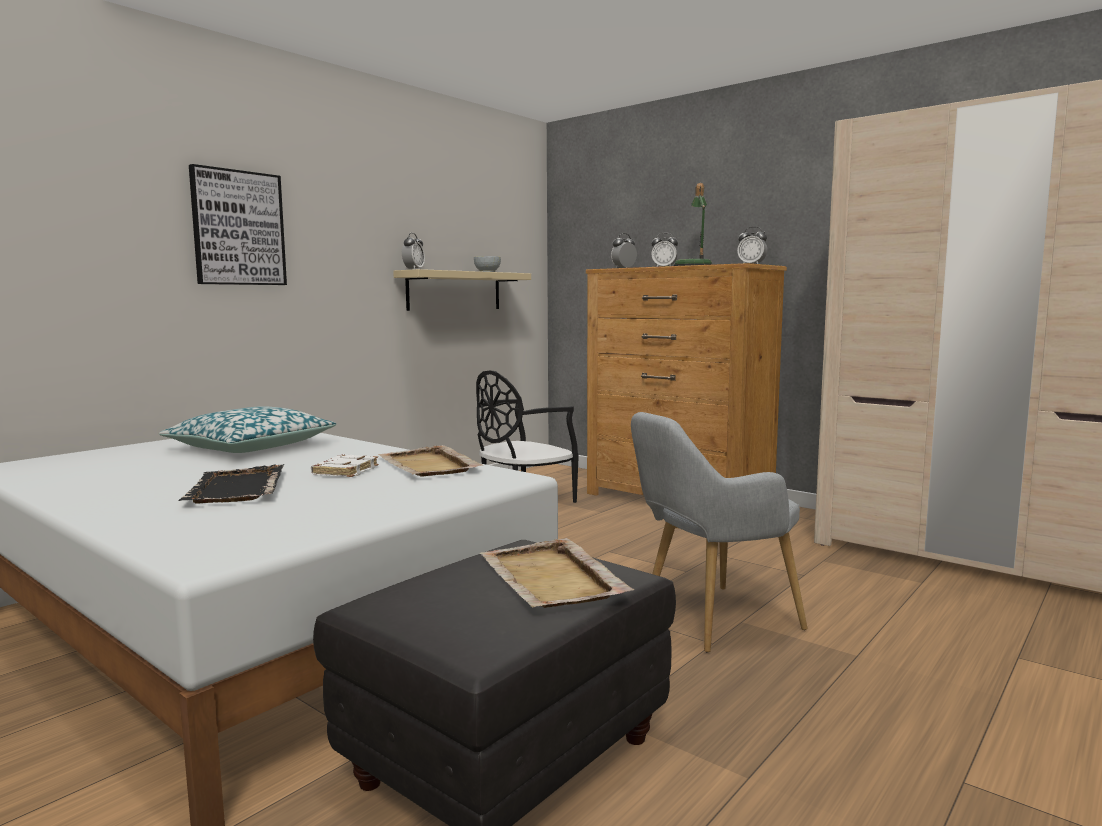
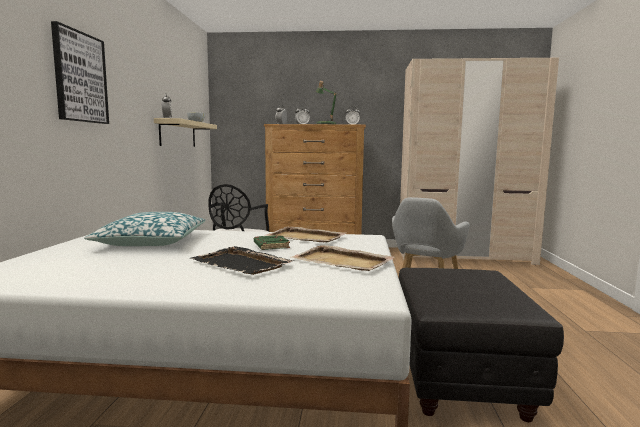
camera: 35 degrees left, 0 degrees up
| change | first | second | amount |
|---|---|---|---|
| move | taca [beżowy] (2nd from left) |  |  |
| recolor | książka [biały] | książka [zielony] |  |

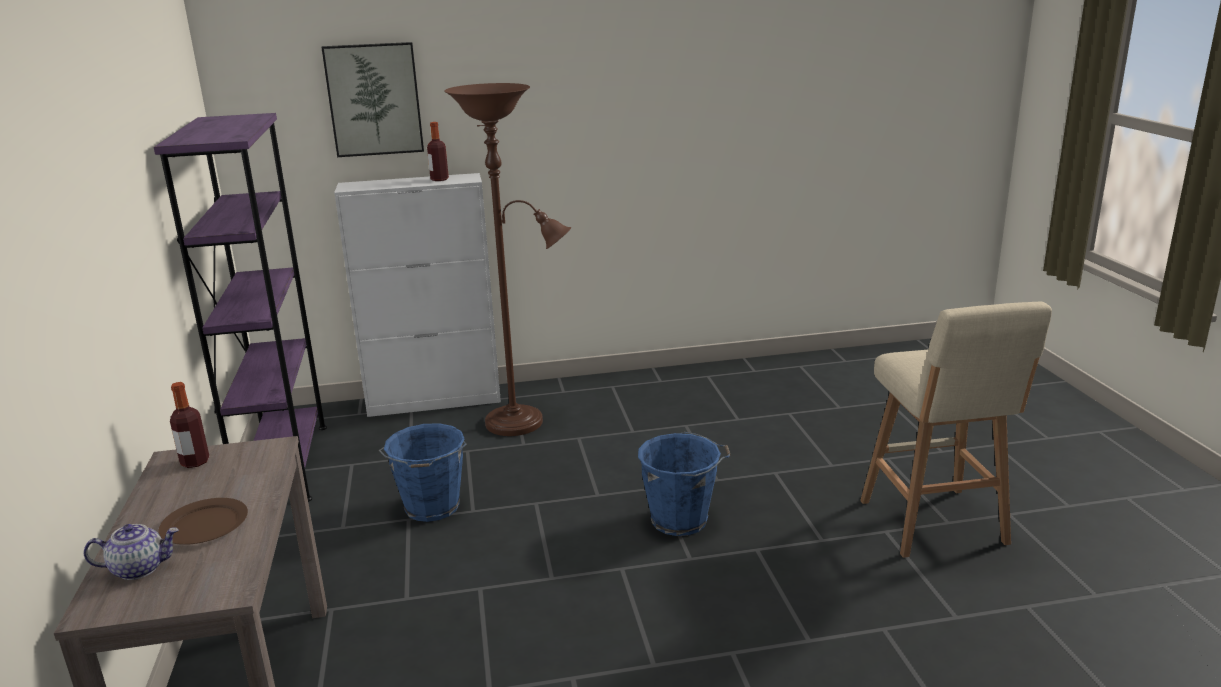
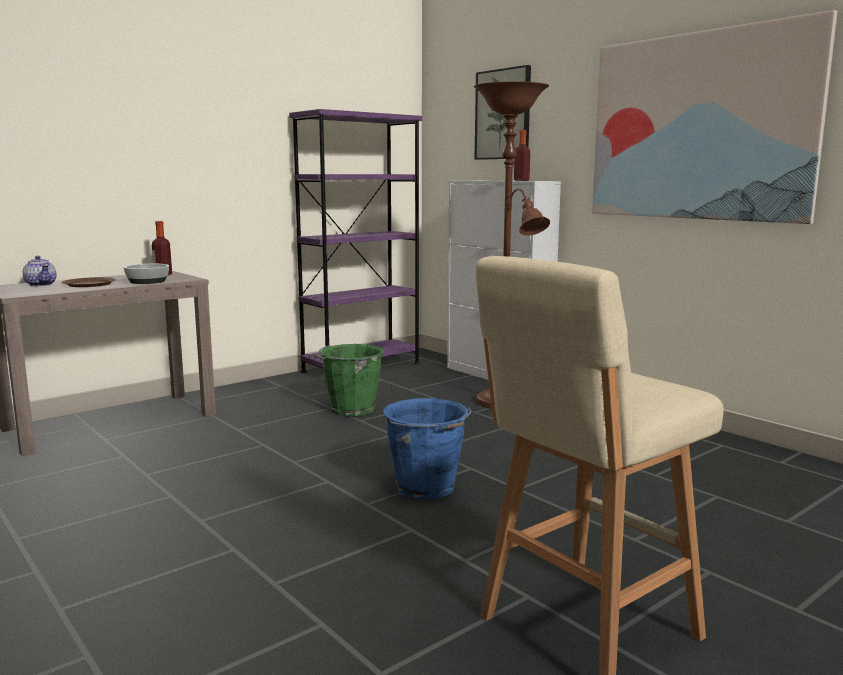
camera: 60 degrees right, 10 degrees down
| change | first | second | amount |
|---|---|---|---|
| insert |  | miska |  |
| insert |  | obraz (2nd from left) |  |
| recolor | wiadro [niebieski] (1st from left) | wiadro [zielony] |  |

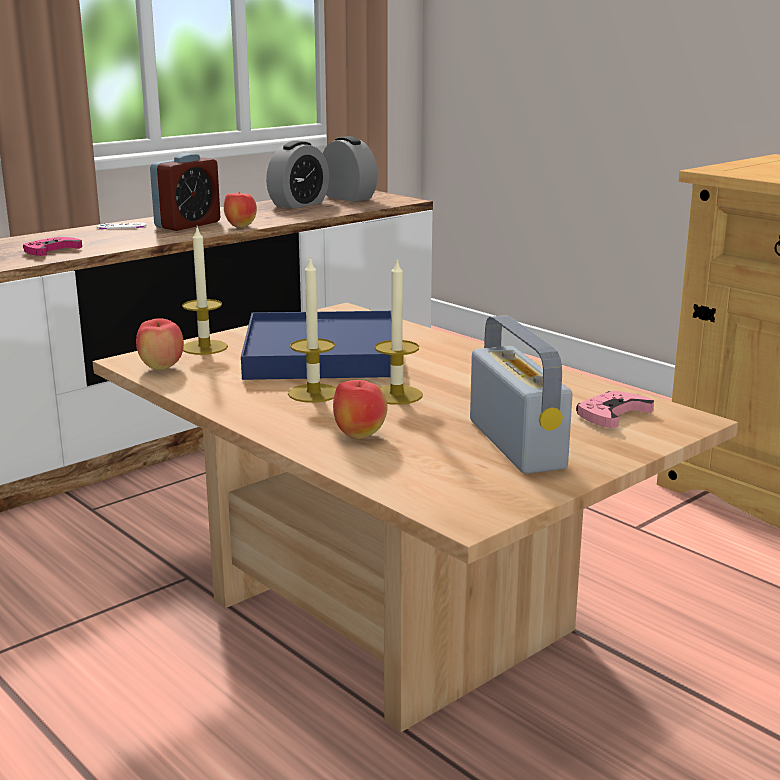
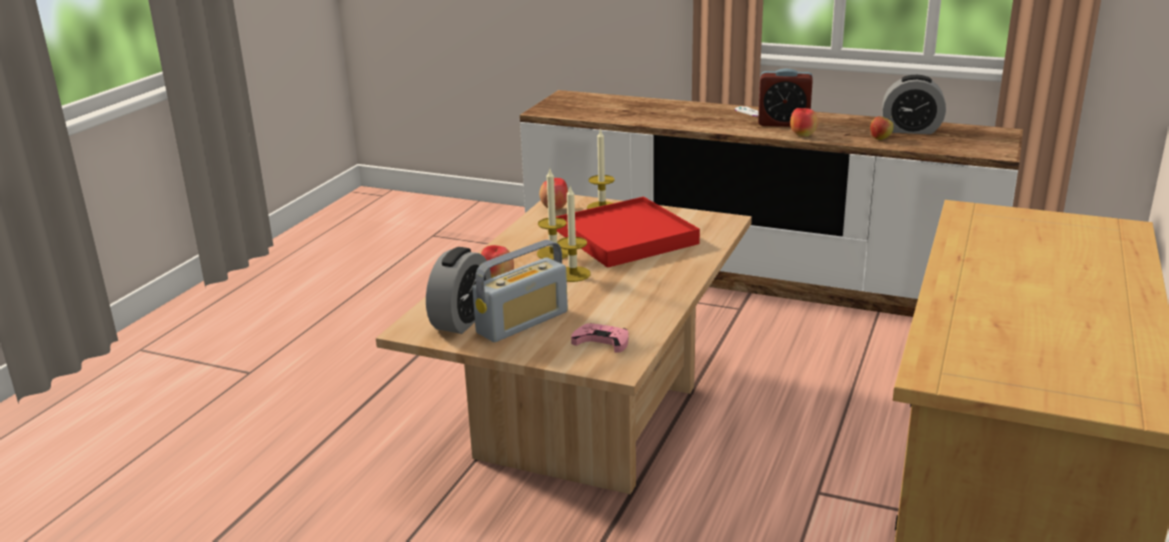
camera: 65 degrees right, 5 degrees up
| change | first | second | amount |
|---|---|---|---|
| delete | pad do gier [różowy] (1st from left) |  |  |
| insert |  | jabłko (4th from left) |  |
| move | budzik (3rd from left in the first image) | budzik (1st from left) |  |
| recolor | taca [niebieski] | taca [czerwony] |  |

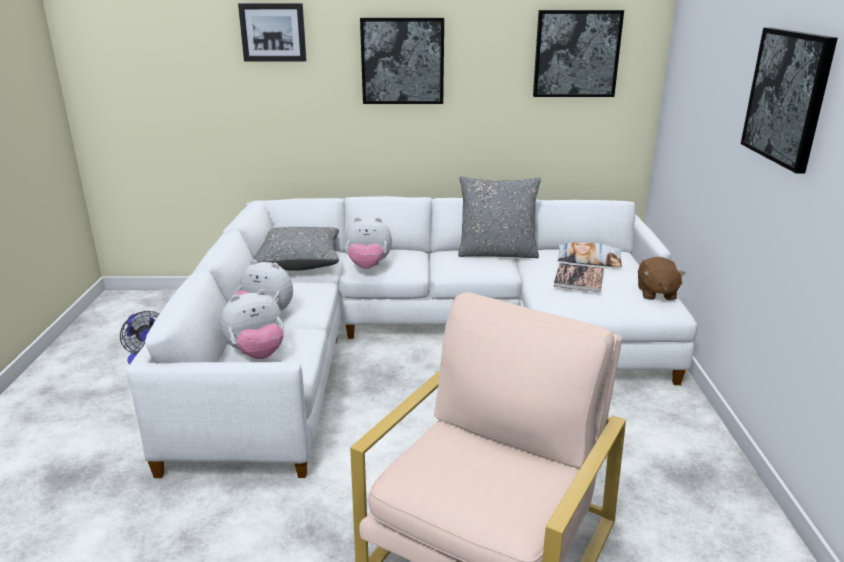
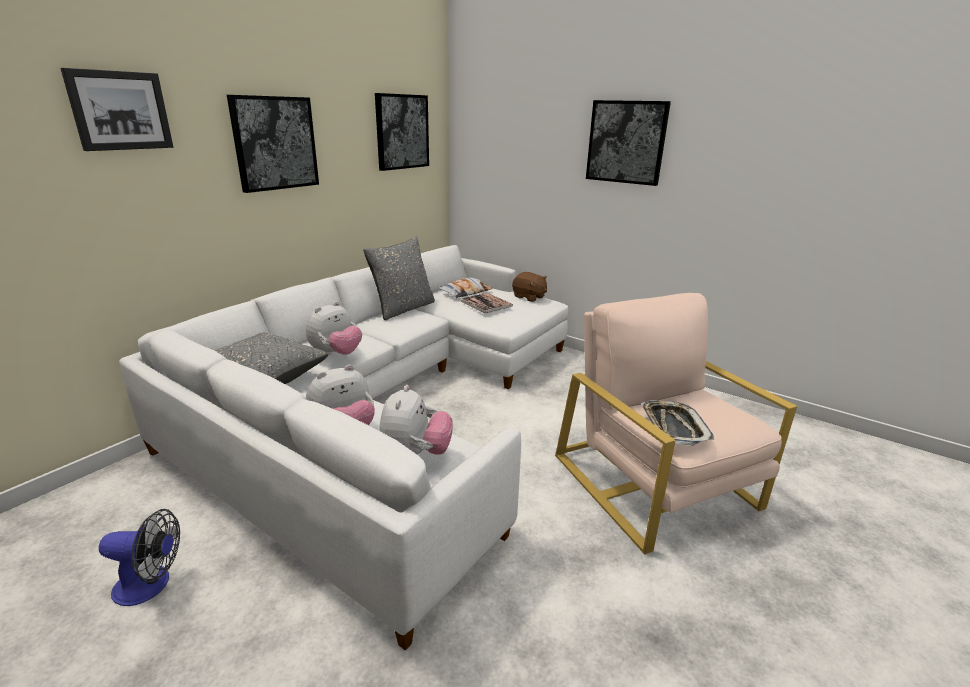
camera: 55 degrees left, 0 degrees up
| change | first | second | amount |
|---|---|---|---|
| insert |  | taca |  |

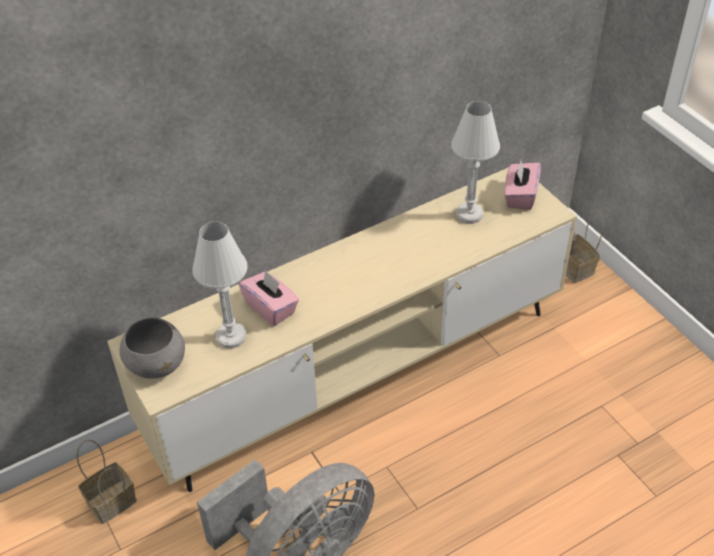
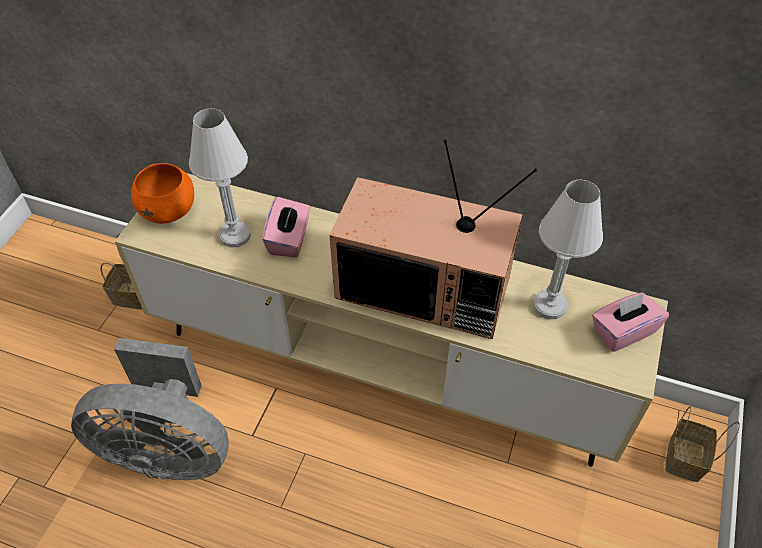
camera: 50 degrees right, 5 degrees up
| change | first | second | amount |
|---|---|---|---|
| insert |  | telewizor |  |
| recolor | miska [szary] | miska [pomarańczowy] |  |

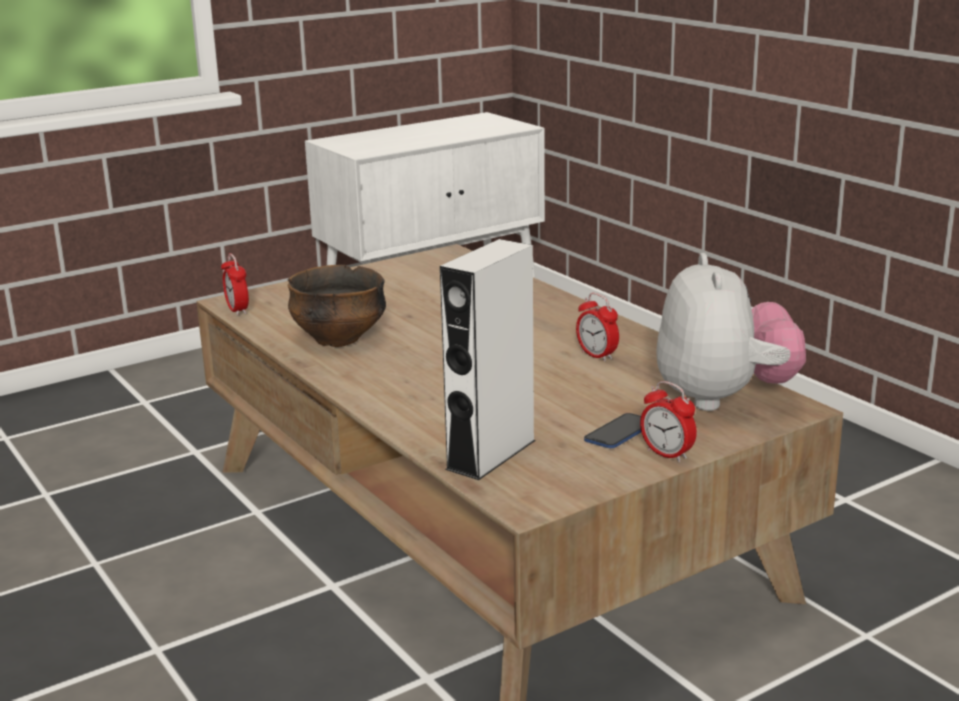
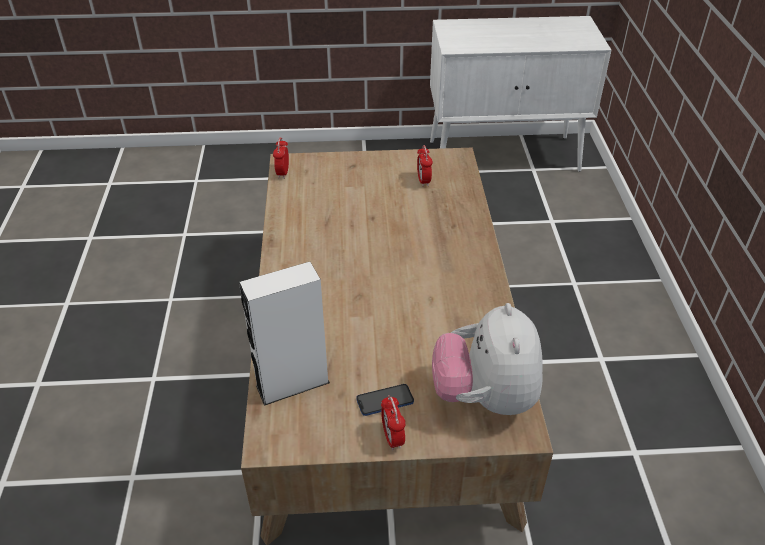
camera: 30 degrees right, 20 degrees up
| change | first | second | amount |
|---|---|---|---|
| delete | miska |  |  |
| move | budzik (2nd from left in the first image) | budzik (3rd from left) |  |
| rotate | pluszak |  | 150 degrees clockwise |

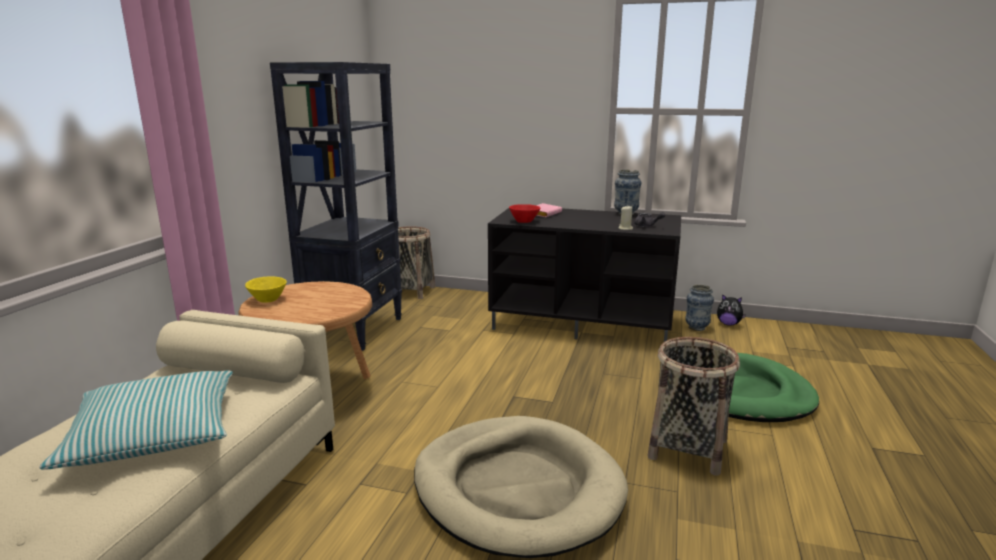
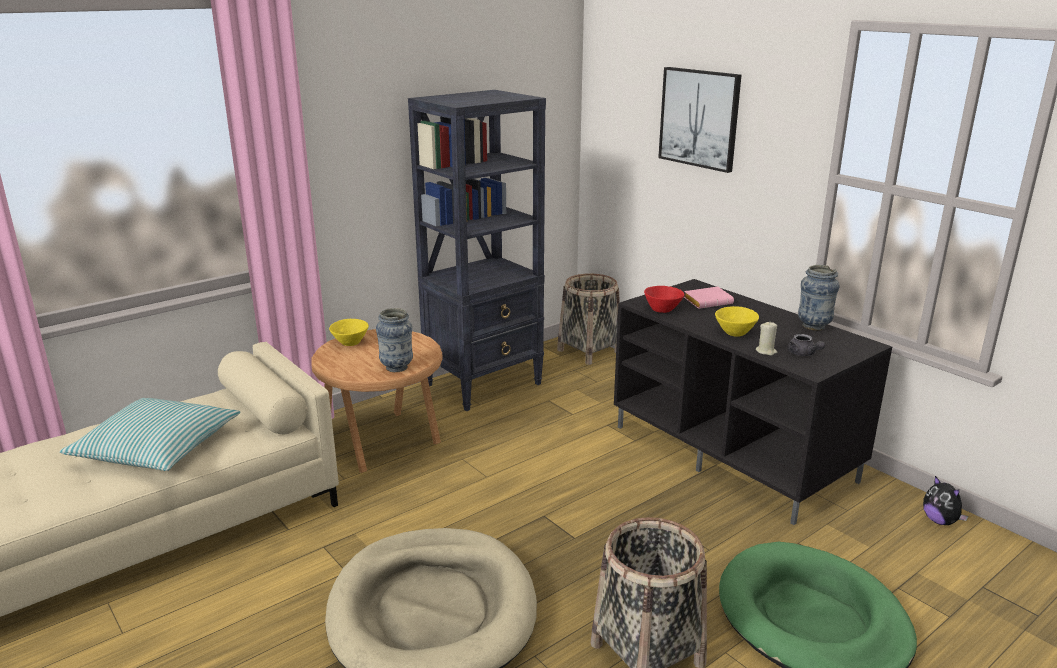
camera: 35 degrees right, 5 degrees up
| change | first | second | amount |
|---|---|---|---|
| insert |  | obraz |  |
| insert |  | miska [żółty] (2nd from left) |  |
| move | wazon (2nd from left in the first image) | wazon (1st from left) |  |

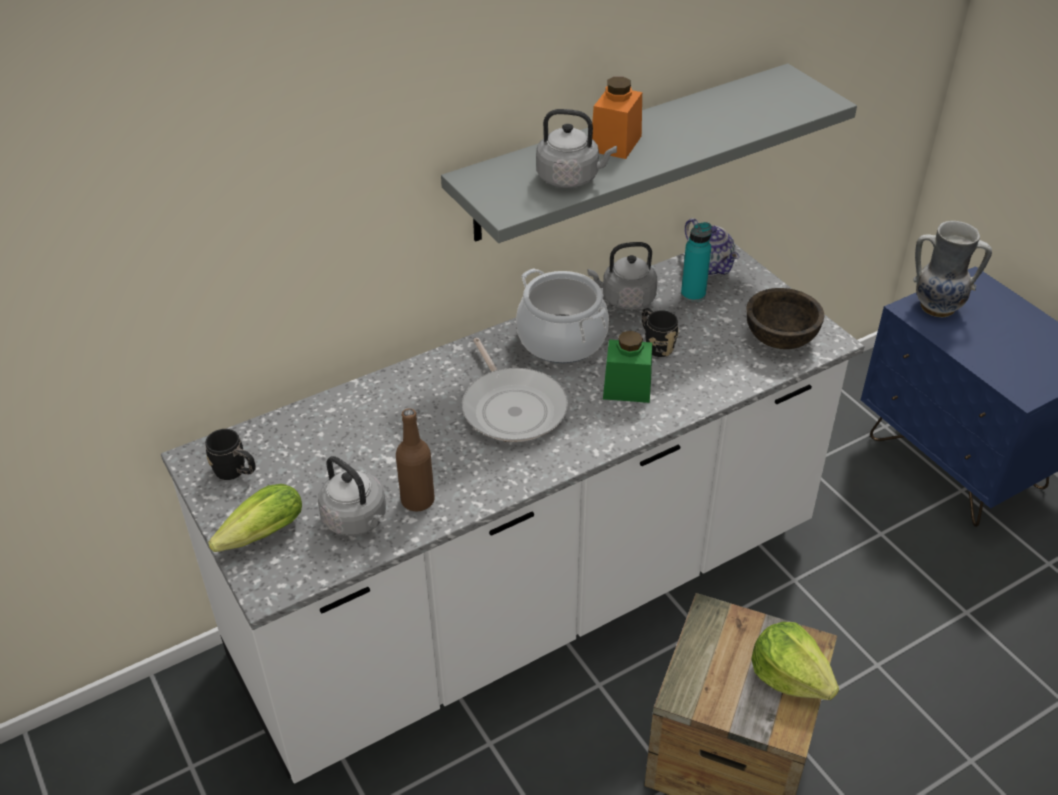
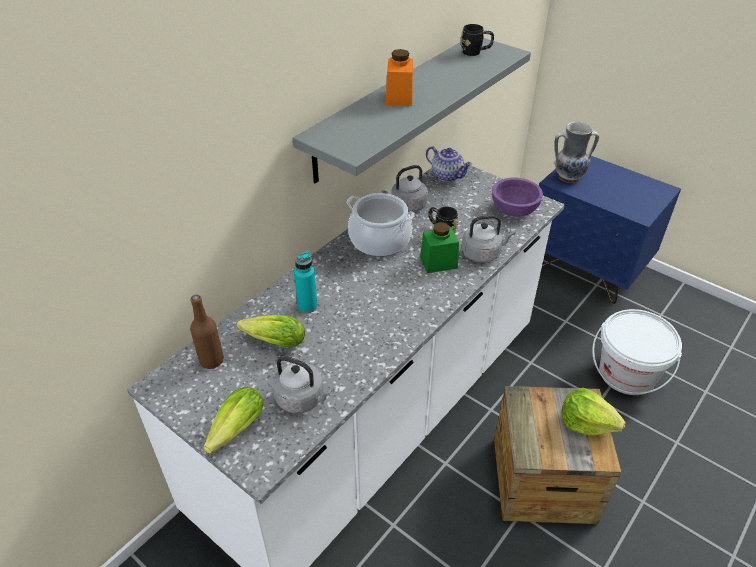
camera: 20 degrees left, 0 degrees up
| change | first | second | amount |
|---|---|---|---|
| delete | patelnia |  |  |
| insert |  | sałata (2nd from left) |  |
| insert |  | wiadro [biały] |  |
| move | kubek [czarny] (1st from left in the first image) | kubek [czarny] (2nd from left) |  |
| move | butelka [brązowy] |  |  |
| move | czajnik [szary] (2nd from left in the first image) | czajnik [szary] (3rd from left) |  |
| move | butelka [turkusowy] |  |  |
| recolor | miska [brązowy] | miska [fioletowy] |  |

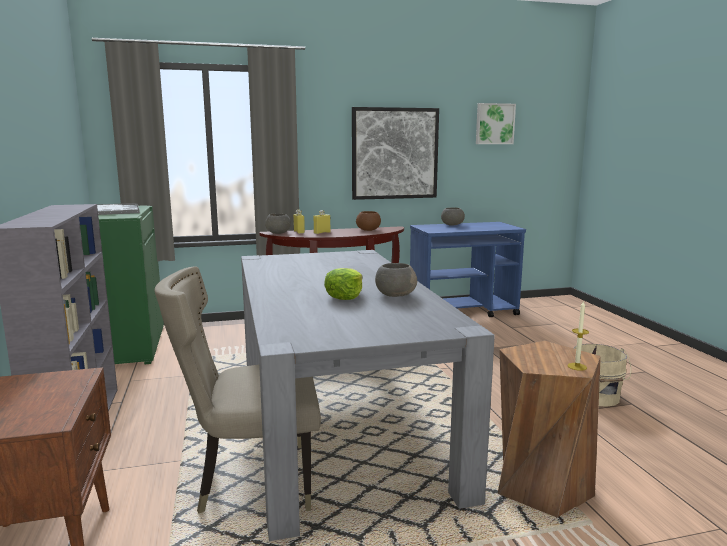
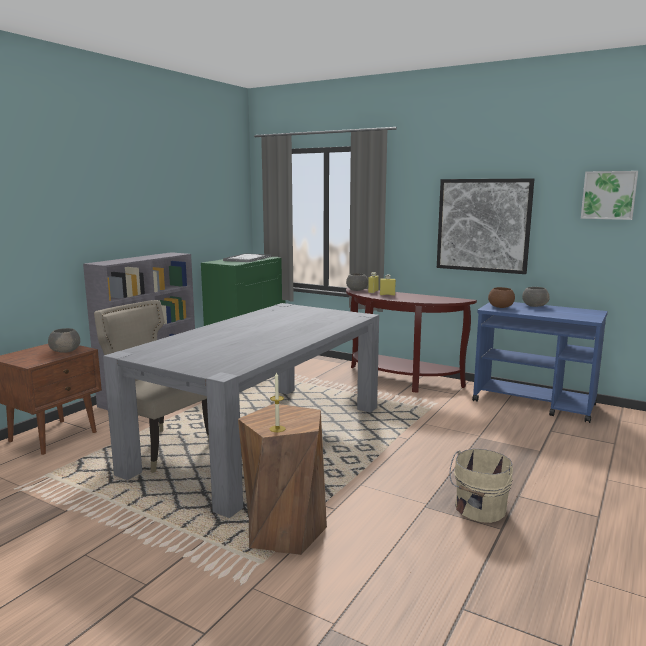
camera: 45 degrees right, 0 degrees up
| change | first | second | amount |
|---|---|---|---|
| delete | sałata |  |  |
| move | miska [brązowy] |  |  |
| move | miska [szary] (2nd from left in the first image) | miska [szary] (1st from left) |  |

